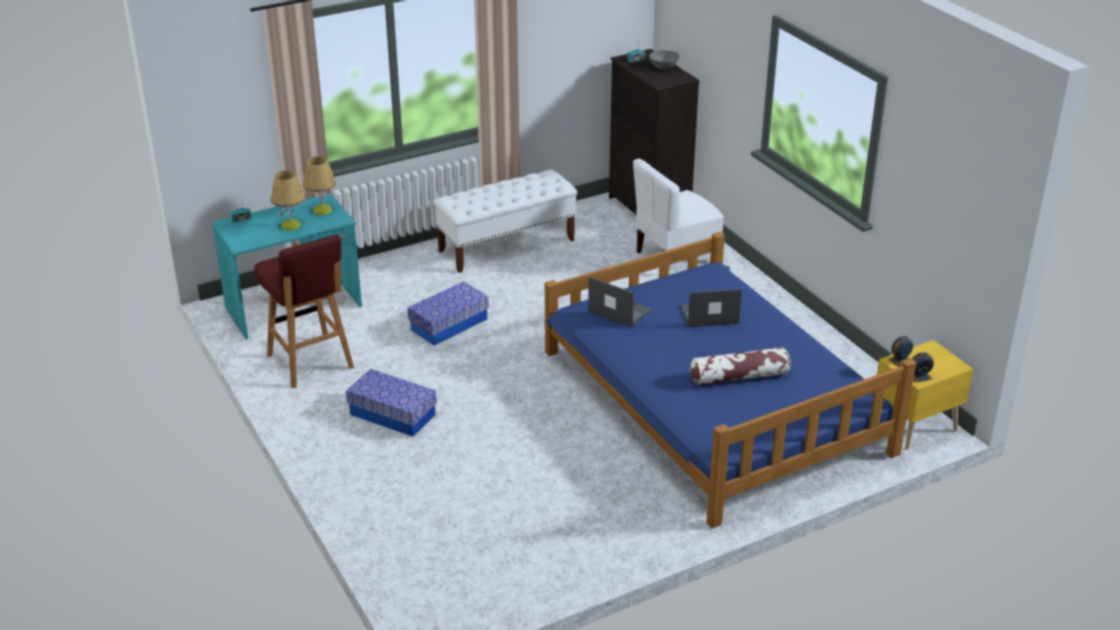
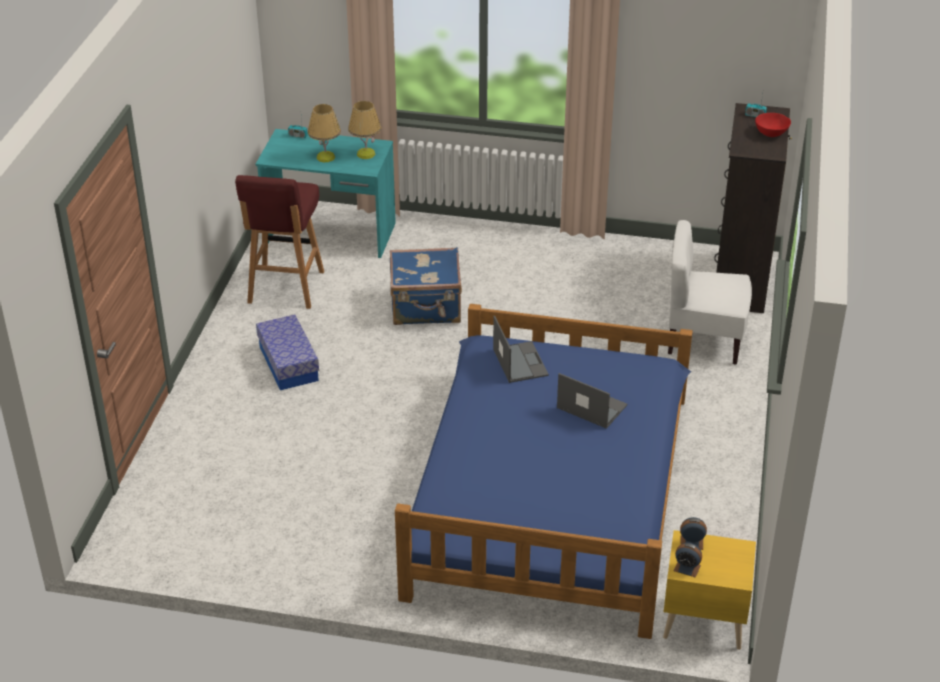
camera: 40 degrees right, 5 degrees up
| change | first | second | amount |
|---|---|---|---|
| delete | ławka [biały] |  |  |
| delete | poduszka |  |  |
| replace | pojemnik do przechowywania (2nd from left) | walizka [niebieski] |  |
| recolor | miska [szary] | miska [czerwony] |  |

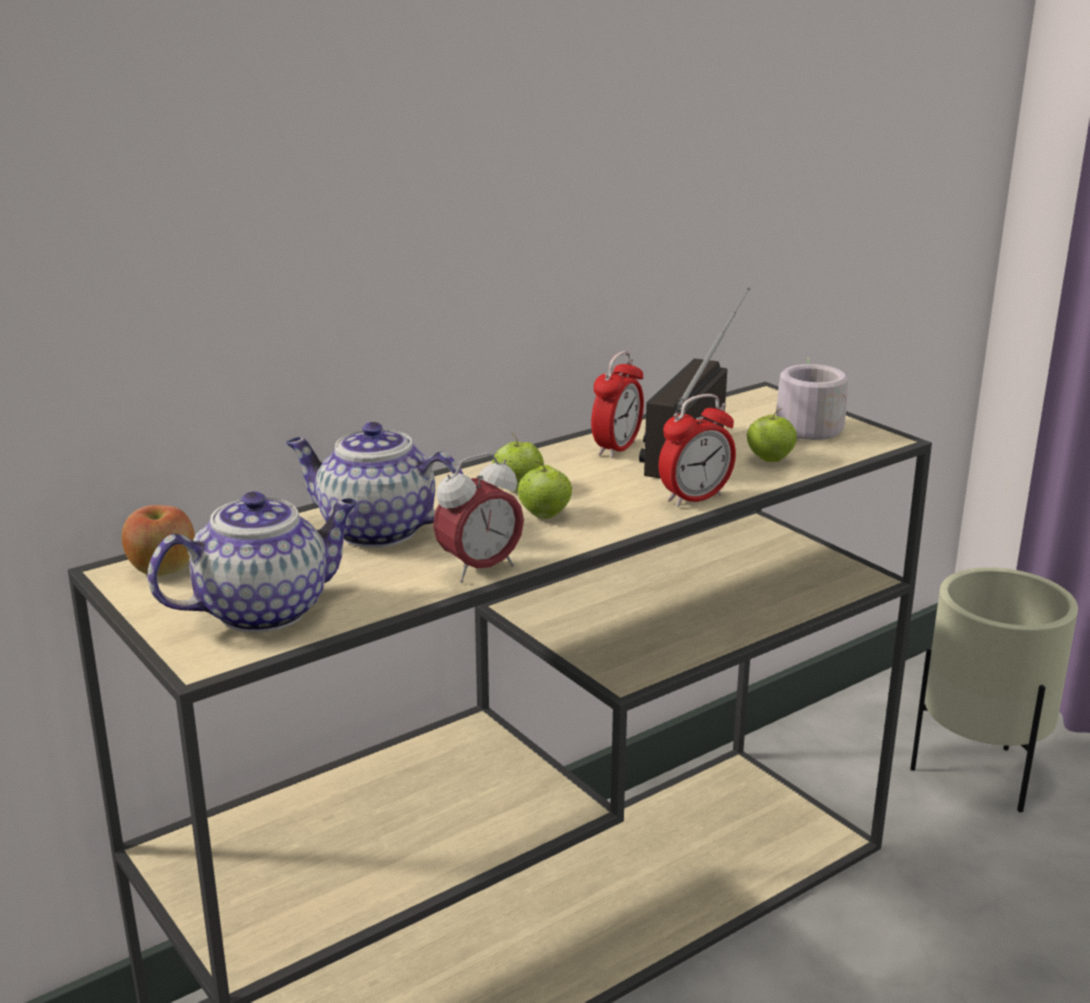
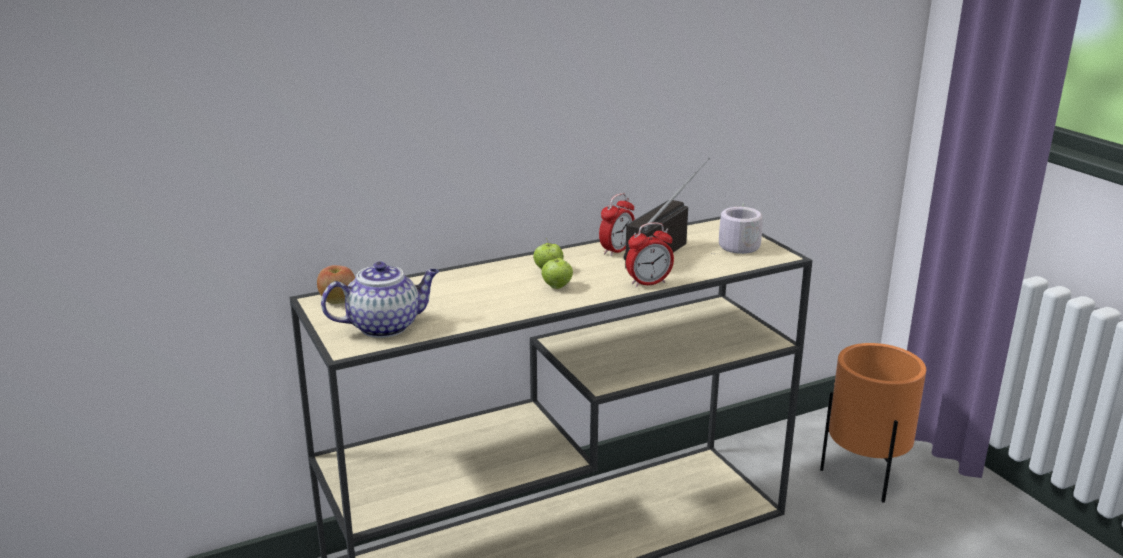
camera: 10 degrees right, 0 degrees up
| change | first | second | amount |
|---|---|---|---|
| delete | imbryk (2nd from left) |  |  |
| delete | budzik (1st from left) |  |  |
| delete | jabłko (4th from left) |  |  |
| recolor | donica [beżowy] | donica [pomarańczowy] |  |

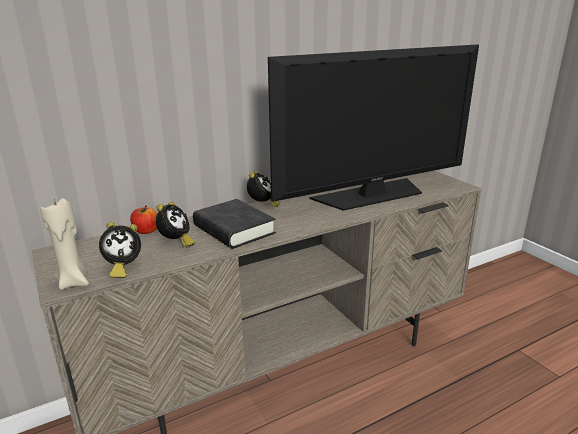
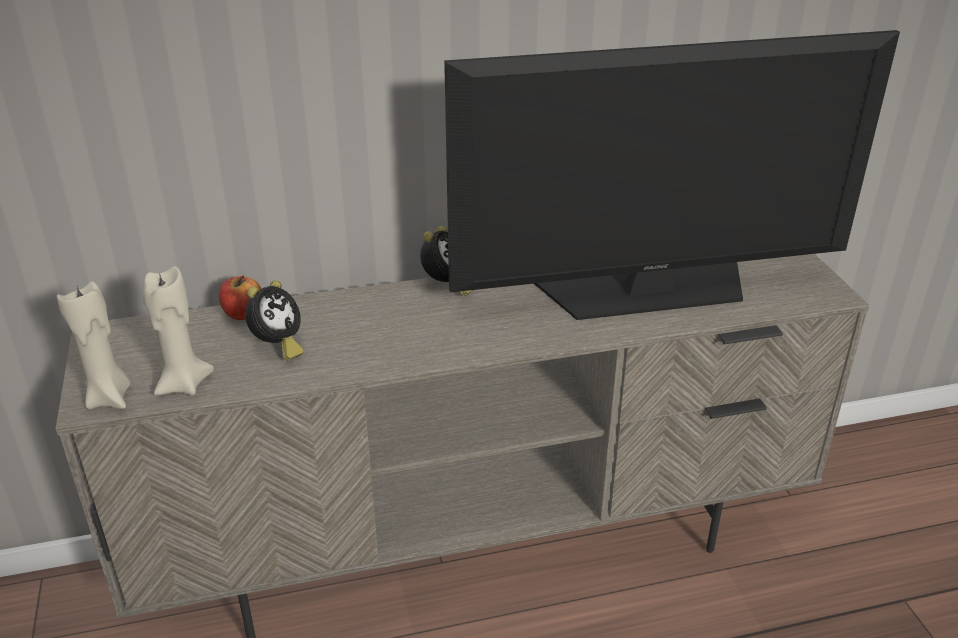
camera: 15 degrees right, 10 degrees up
| change | first | second | amount |
|---|---|---|---|
| delete | książka [czarny] |  |  |
| replace | budzik (1st from left) | świeca [beżowy] (2nd from left) |  |

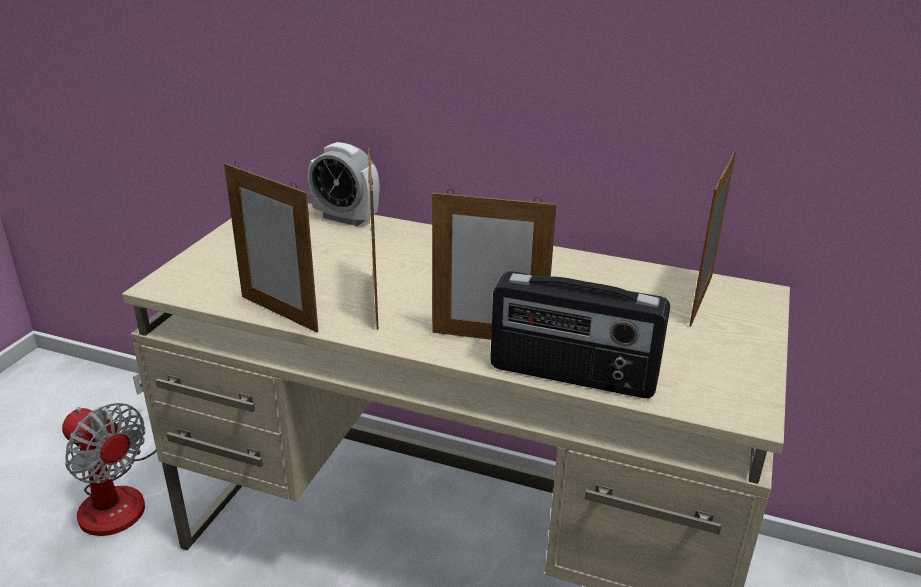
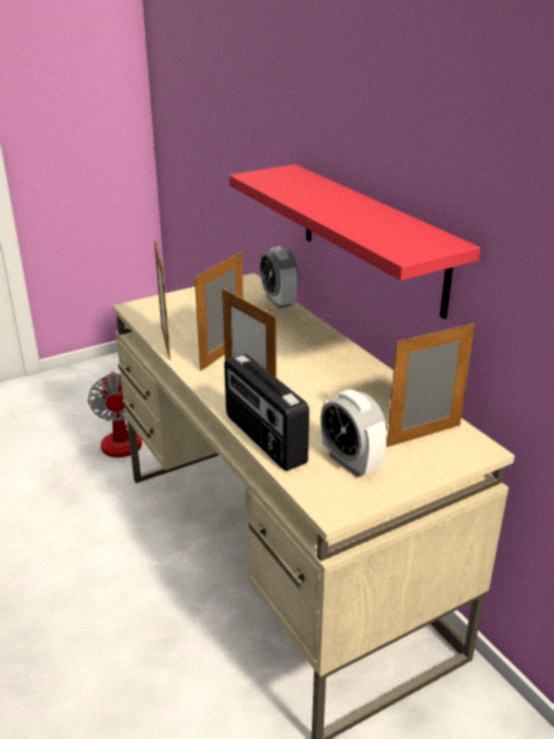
camera: 40 degrees right, 0 degrees up
| change | first | second | amount |
|---|---|---|---|
| insert |  | półka [czerwony] |  |
| insert |  | budzik (2nd from left) |  |

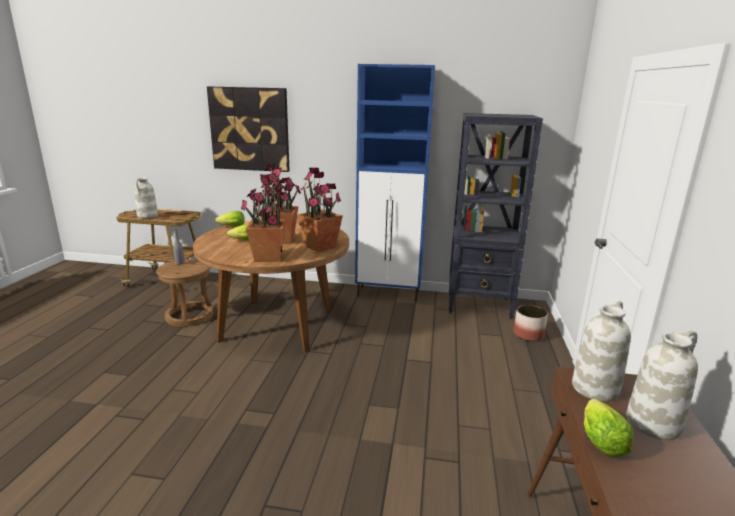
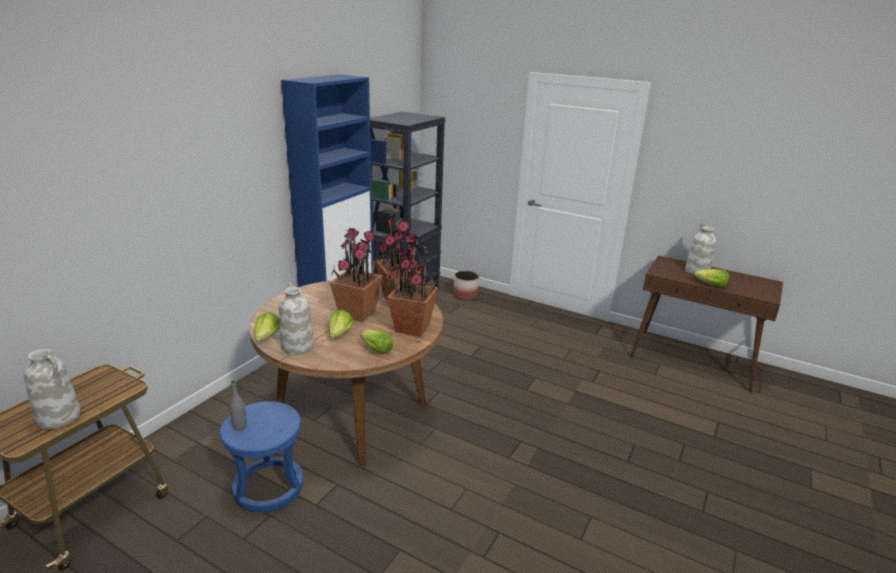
camera: 70 degrees left, 5 degrees up
| change | first | second | amount |
|---|---|---|---|
| delete | obraz |  |  |
| insert |  | sałata (3rd from left) |  |
| move | wazon [biały] (2nd from left) |  |  |
| recolor | stołek [brązowy] | stołek [niebieski] |  |

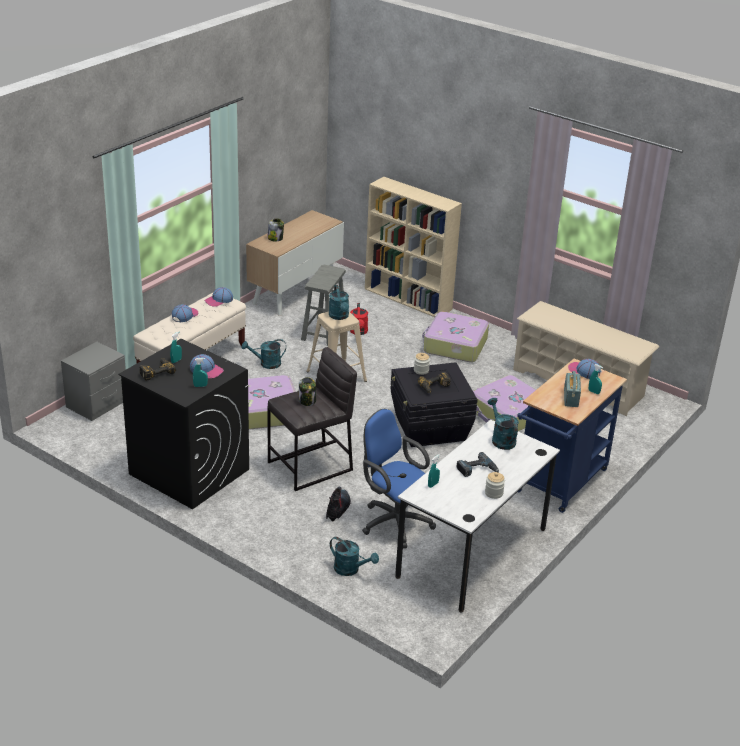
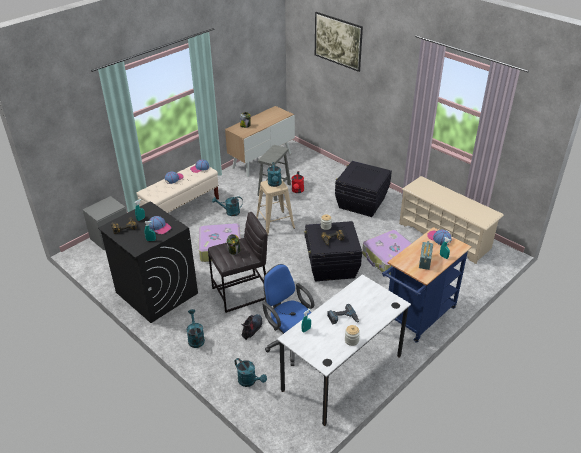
camera: 10 degrees right, 5 degrees up
| change | first | second | amount |
|---|---|---|---|
| delete | regał [beżowy] |  |  |
| insert |  | obraz |  |
| move | konewka [turkusowy] (4th from left in the first image) | konewka [turkusowy] (1st from left) |  |
| replace | walizka (2nd from left) | pojemnik do przechowywania [czarny] (2nd from left) |  |

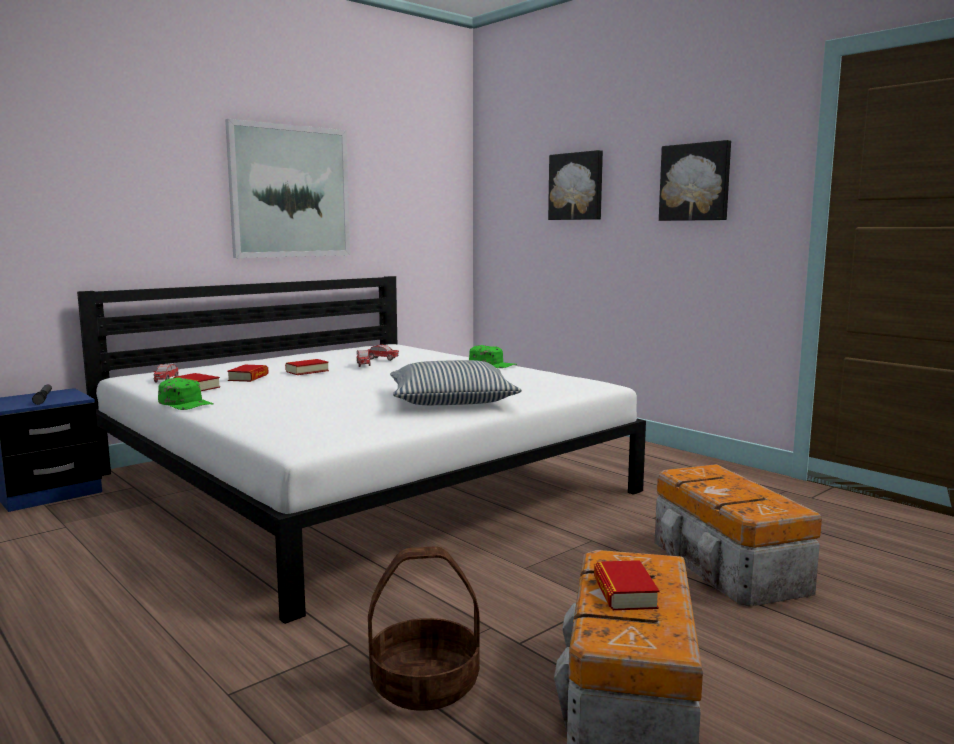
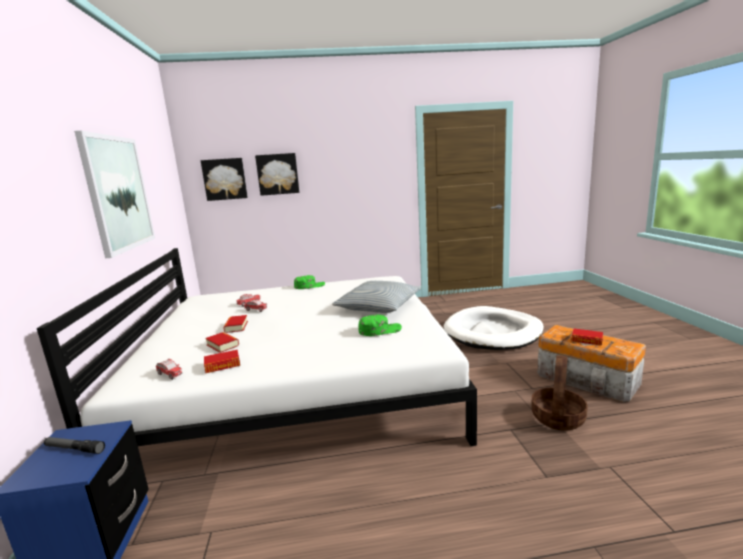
camera: 55 degrees left, 5 degrees up
| change | first | second | amount |
|---|---|---|---|
| move | czapka z daszkiem [zielony] (1st from left in the first image) | czapka z daszkiem [zielony] (2nd from left) |  |
| move | obraz (3rd from left in the first image) | obraz (2nd from left) |  |
| replace | pojemnik do przechowywania (2nd from left) | legowisko [biały] |  |

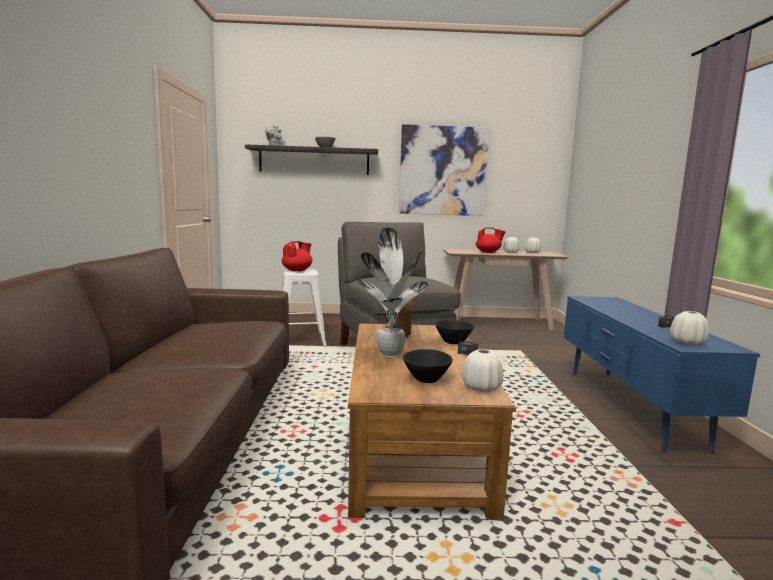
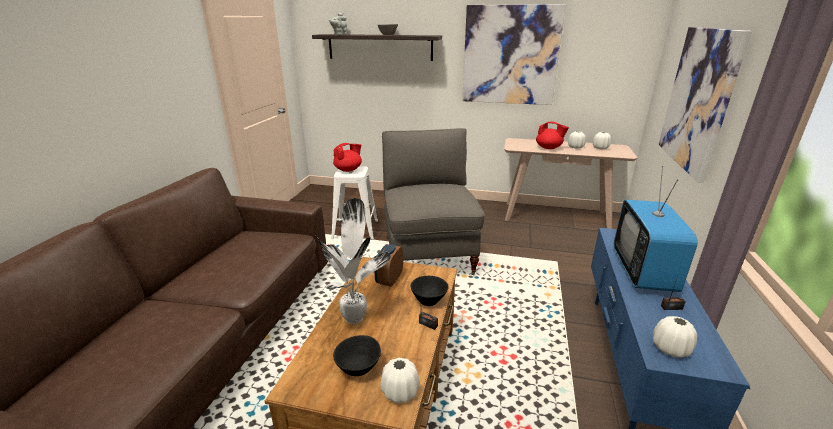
camera: 15 degrees right, 15 degrees up
| change | first | second | amount |
|---|---|---|---|
| insert |  | telewizor |  |
| insert |  | obraz (2nd from left) |  |

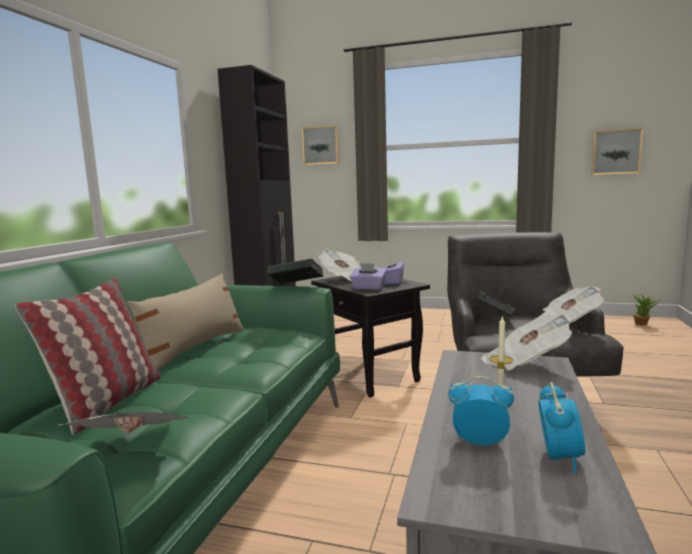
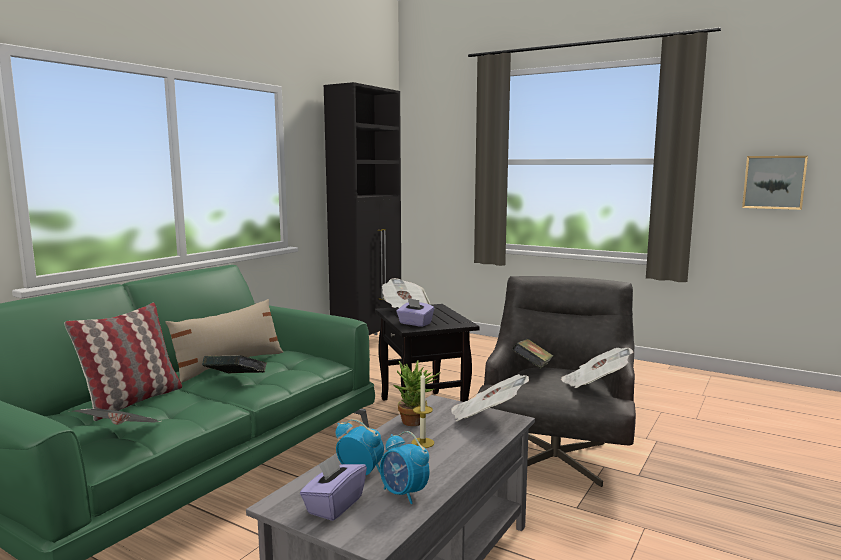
camera: 15 degrees right, 0 degrees up
| change | first | second | amount |
|---|---|---|---|
| delete | obraz (1st from left) |  |  |
| move | książka (1st from left) |  |  |
| move | pudełko chusteczek [fioletowy] (2nd from left in the first image) | pudełko chusteczek [fioletowy] (1st from left) |  |
| move | roślina doniczkowa |  |  |
| rotate | budzik (2nd from left) |  | 105 degrees clockwise |

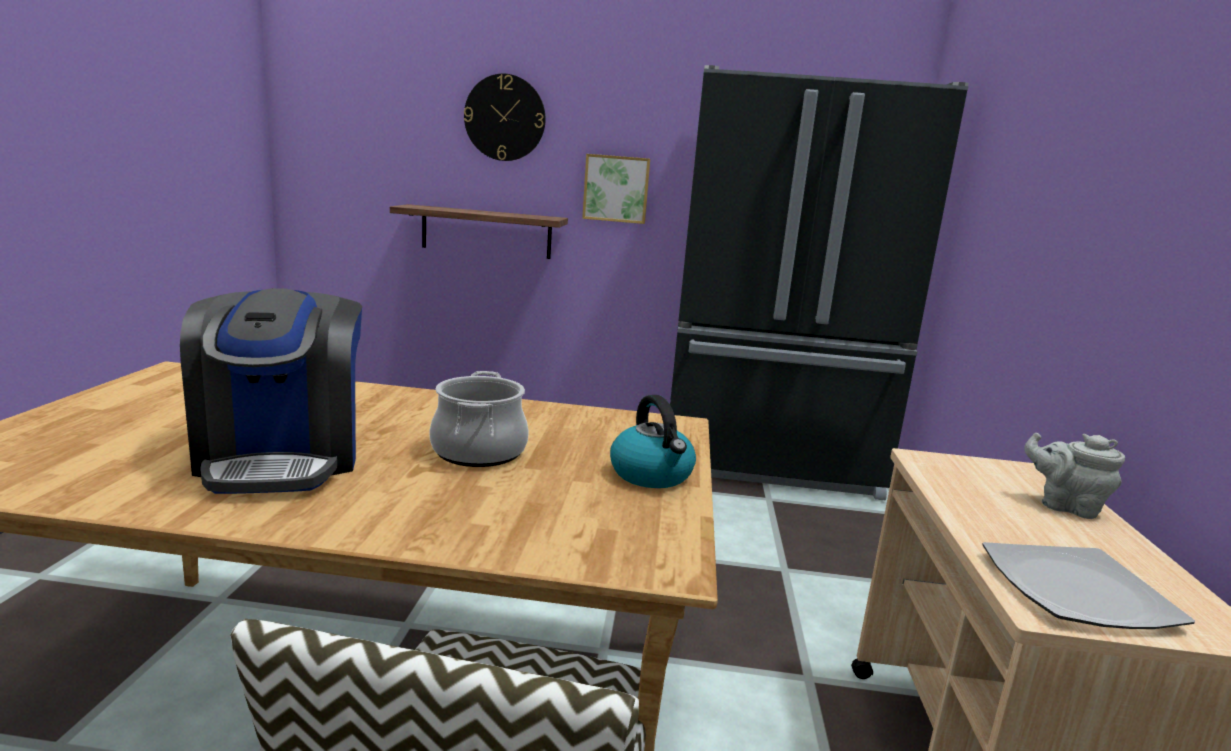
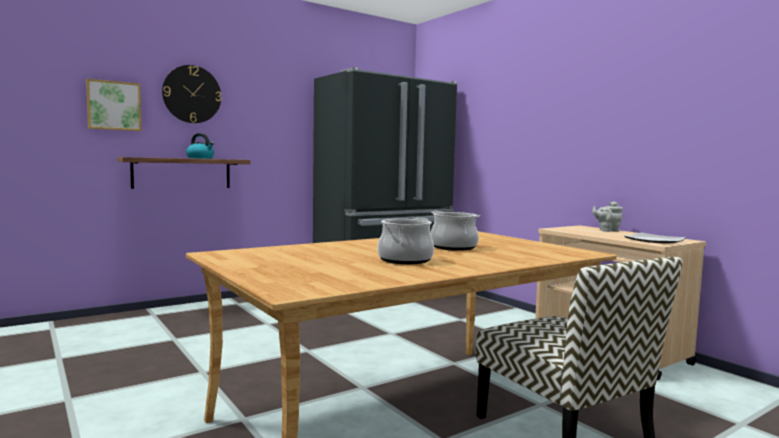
camera: 40 degrees left, 10 degrees down
| change | first | second | amount |
|---|---|---|---|
| move | obraz |  |  |
| move | czajnik |  |  |
| replace | ekspres do kawy | garnek (1st from left) |  |

